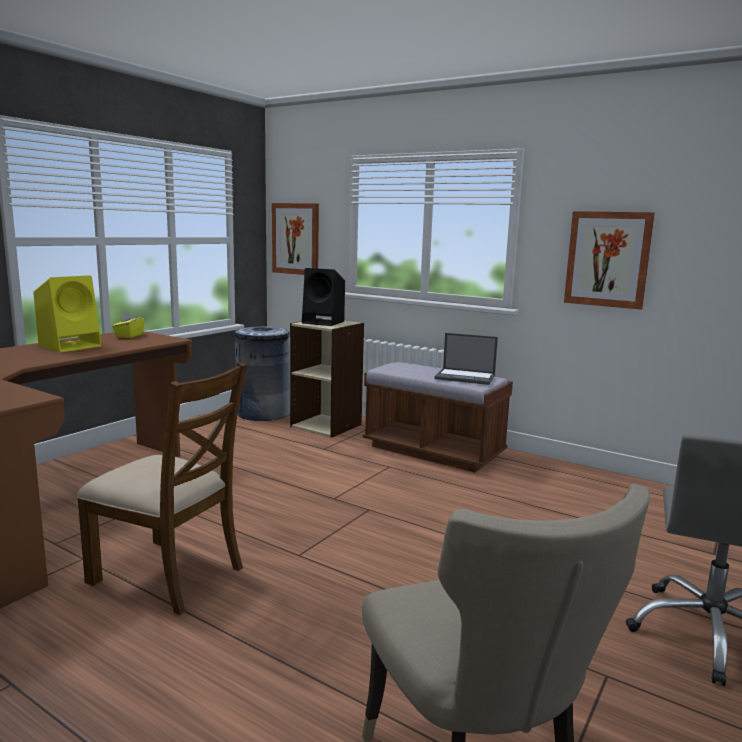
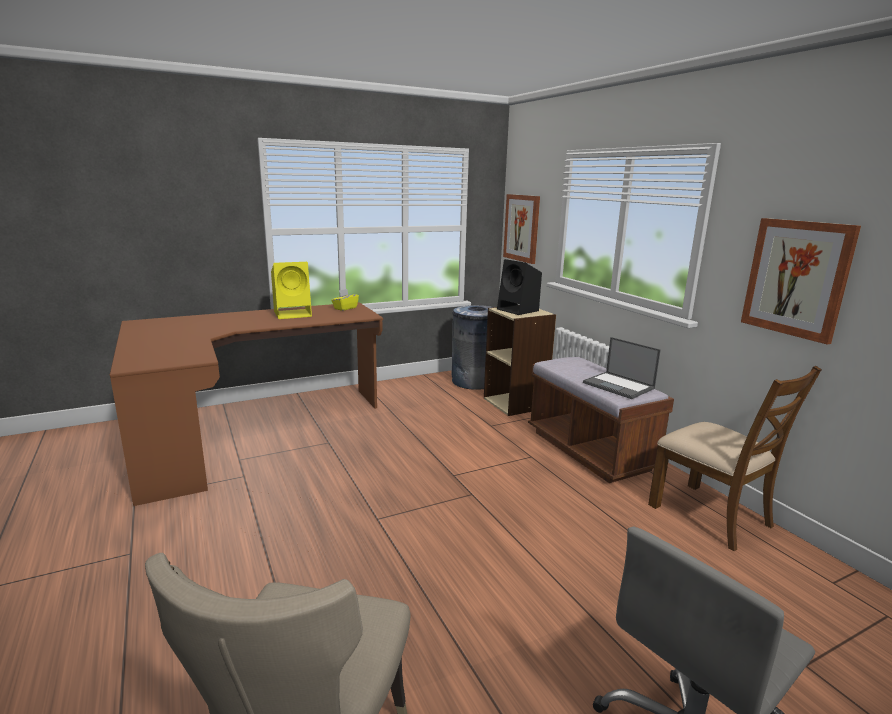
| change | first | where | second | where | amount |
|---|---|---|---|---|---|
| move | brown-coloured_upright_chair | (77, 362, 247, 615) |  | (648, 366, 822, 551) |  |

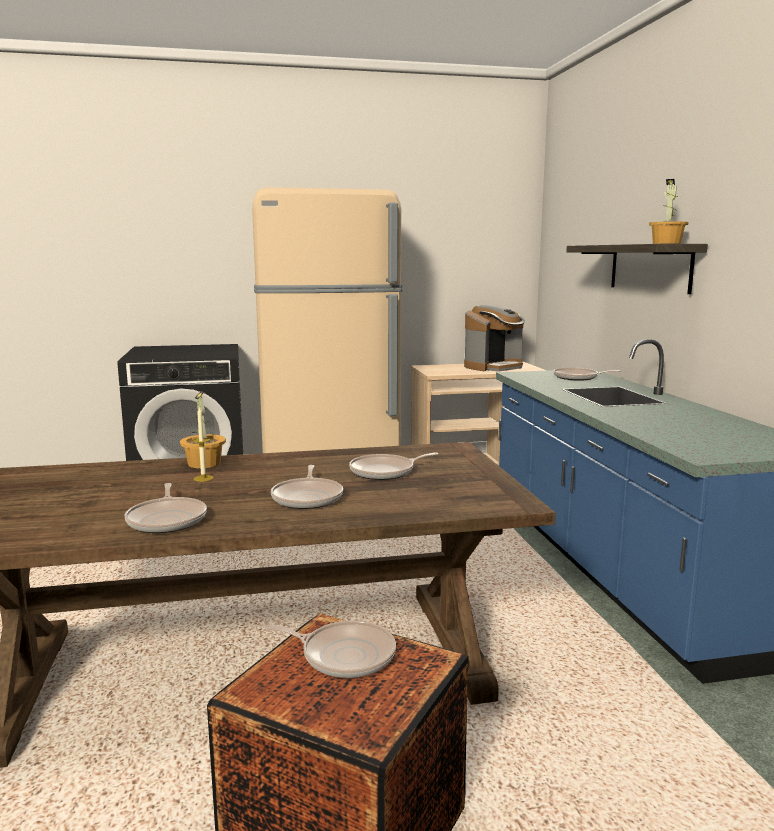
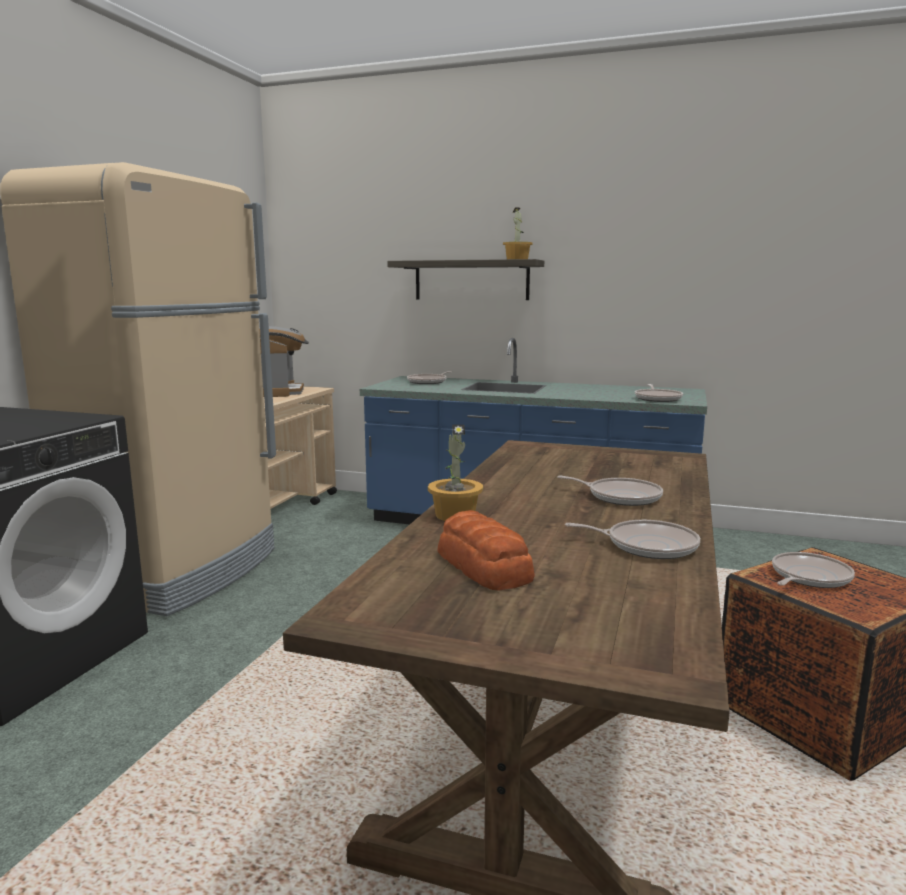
| change | first | where | second | where | amount |
|---|---|---|---|---|---|
| delete | wax_light | (193, 408, 214, 482) |  |  |  |
| move | pan | (349, 452, 438, 480) |  | (635, 384, 683, 402) |  |
| insert |  |  | bread | (437, 510, 535, 590) |  |

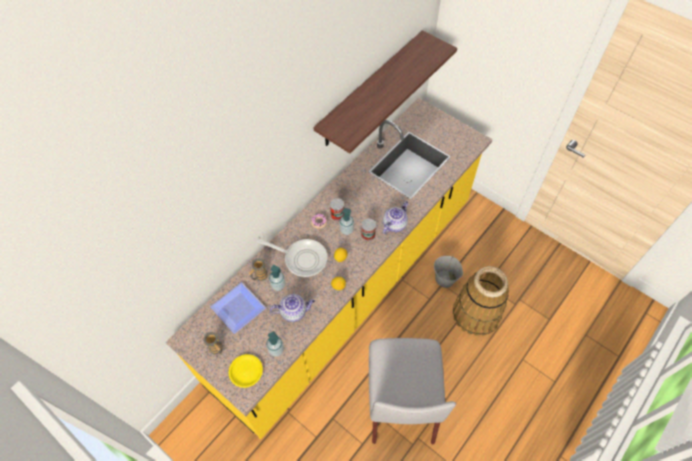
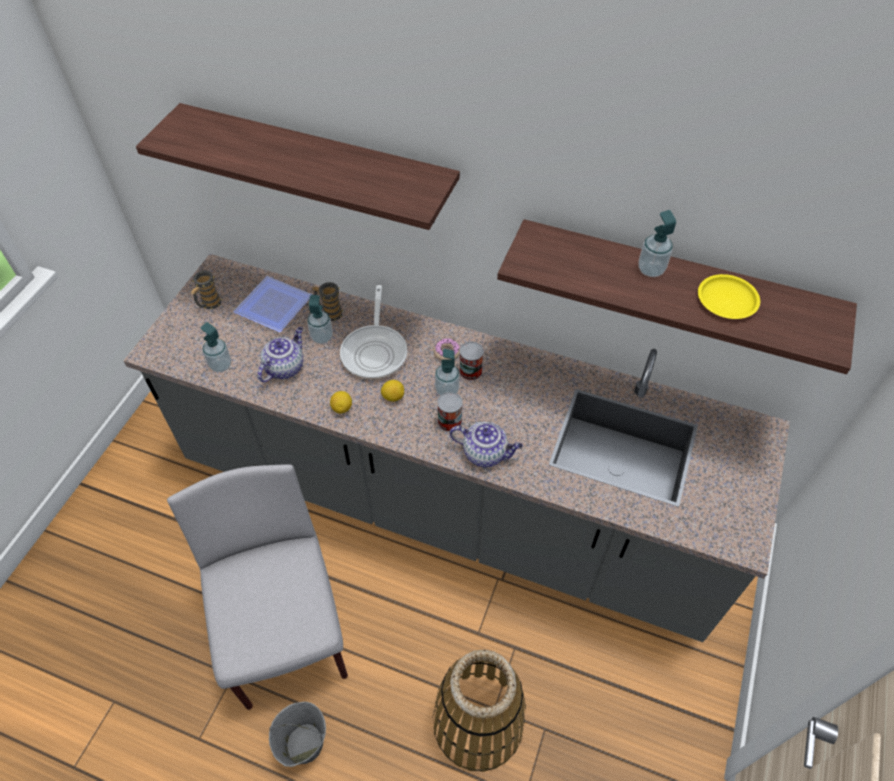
| change | first | where | second | where | amount |
|---|---|---|---|---|---|
| recolor | yellowish_kitchen_base_unit | (166, 98, 492, 439) | gray_kitchen_base_unit | (124, 254, 790, 642) |  |
| move | yellowish_flat_dish | (229, 354, 263, 388) |  | (698, 274, 760, 319) |  |
| rotate | pot_for_tea | (270, 294, 315, 322) |  | (257, 327, 303, 382) | 120 degrees counterclockwise |
| rotate | gray_upright_chair | (369, 338, 456, 444) |  | (167, 464, 348, 710) | 90 degrees clockwise |
| move | gray_bucket | (434, 256, 463, 288) |  | (269, 702, 326, 767) |  |
| insert |  |  | wall_shelf | (136, 103, 460, 230) |  |
| insert |  |  | soap_dispenser | (639, 210, 676, 277) |  |

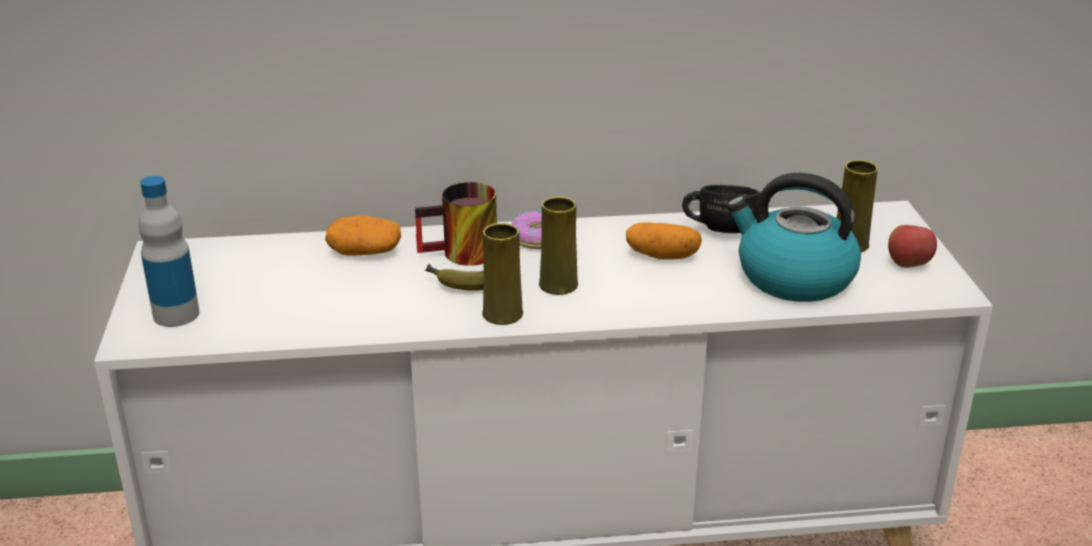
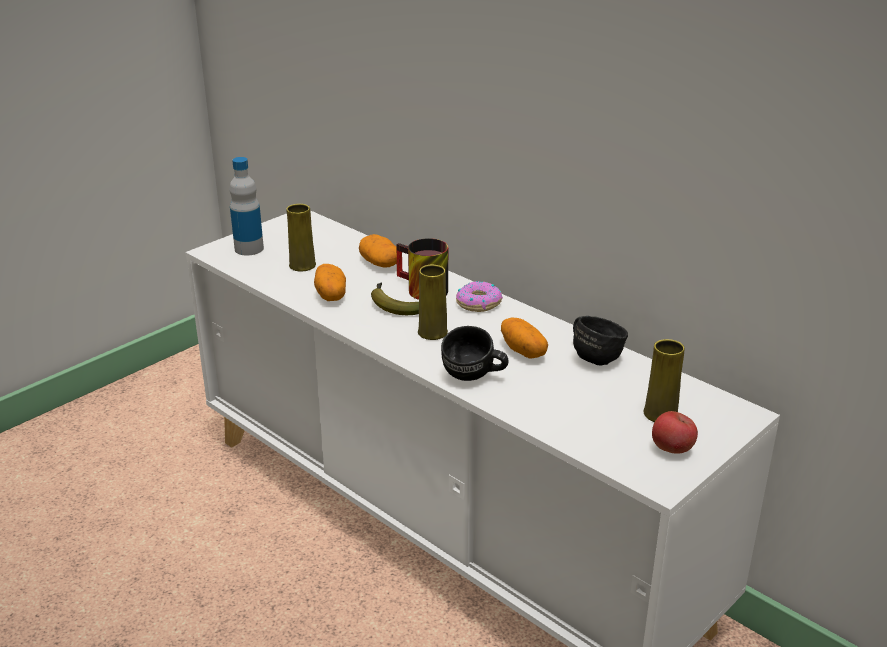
| change | first | where | second | where | amount |
|---|---|---|---|---|---|
| move | yellowish_vase | (482, 223, 523, 325) |  | (286, 204, 316, 271) |  |
| delete | water_kettle | (727, 173, 861, 302) |  |  |  |
| insert |  |  | whole_potato | (314, 264, 346, 301) |  |
| insert |  |  | black_coffee_mug | (441, 326, 509, 381) |  |

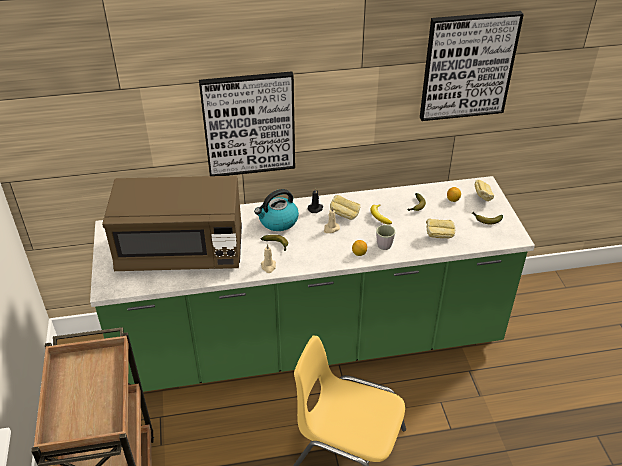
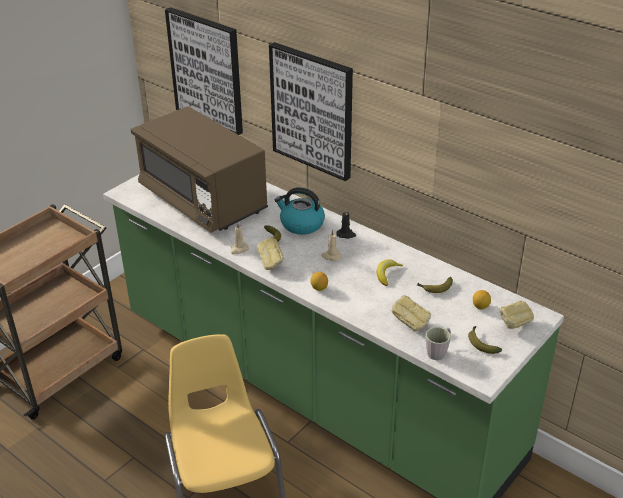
| change | first | where | second | where | amount |
|---|---|---|---|---|---|
| move | bread | (330, 195, 360, 220) |  | (257, 237, 284, 270) |  |
| move | gray_coffee_mug | (376, 223, 395, 250) |  | (426, 327, 451, 360) |  |
| move | picture | (420, 11, 524, 121) |  | (165, 7, 243, 135) |  |

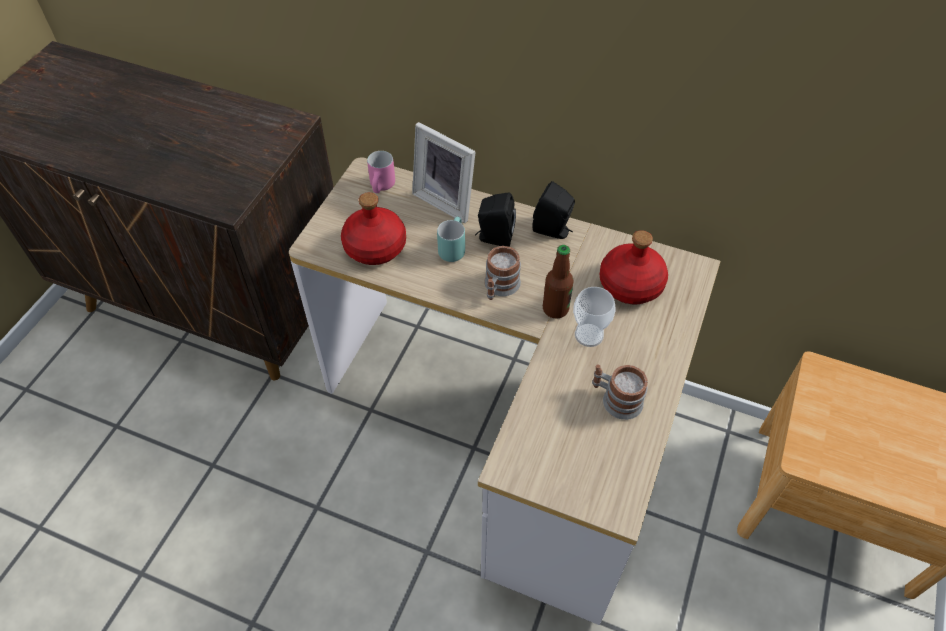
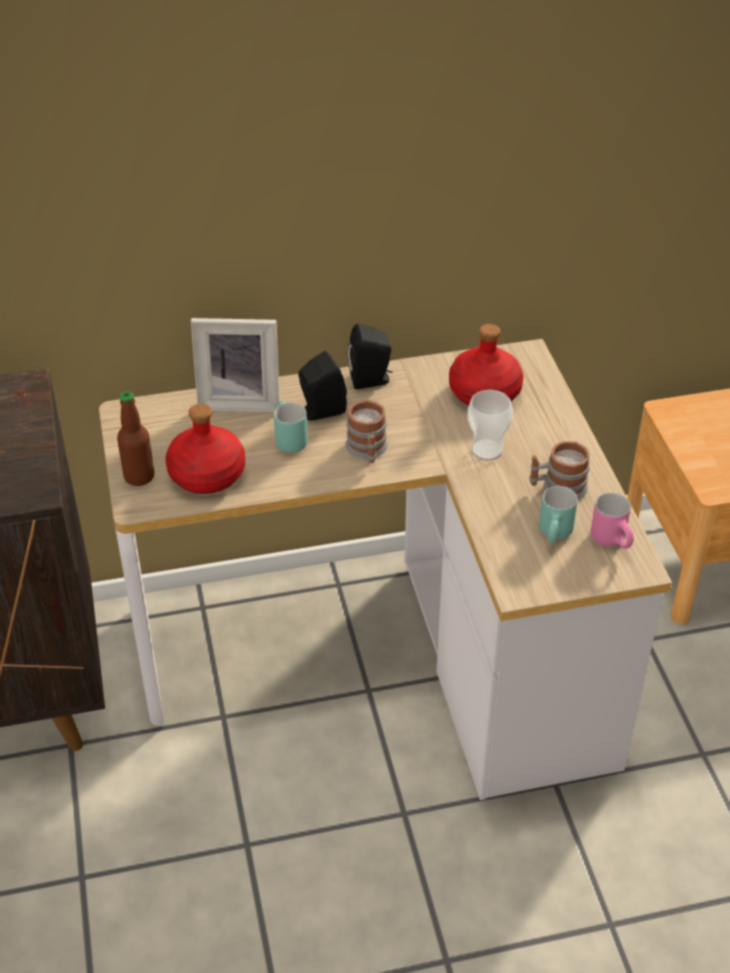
| change | first | where | second | where | amount |
|---|---|---|---|---|---|
| move | pink_coffee_mug | (367, 151, 395, 193) |  | (591, 493, 634, 549) |  |
| move | drink_bottle | (543, 245, 574, 319) |  | (117, 391, 154, 486) |  |
| insert |  |  | turquoise_coffee_mug | (539, 486, 578, 543) |  |

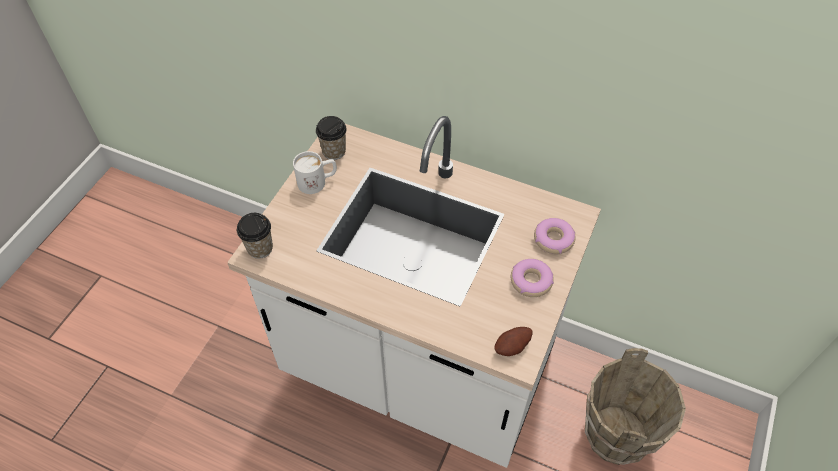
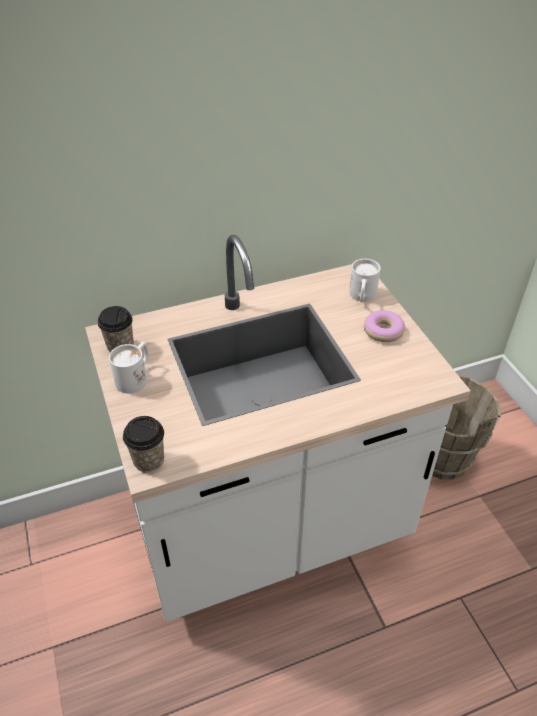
| change | first | where | second | where | amount |
|---|---|---|---|---|---|
| delete | whole_potato | (495, 327, 532, 356) |  |  |  |
| replace | doughnut | (534, 218, 576, 254) | whitish_coffee_mug | (349, 259, 381, 302) |  |

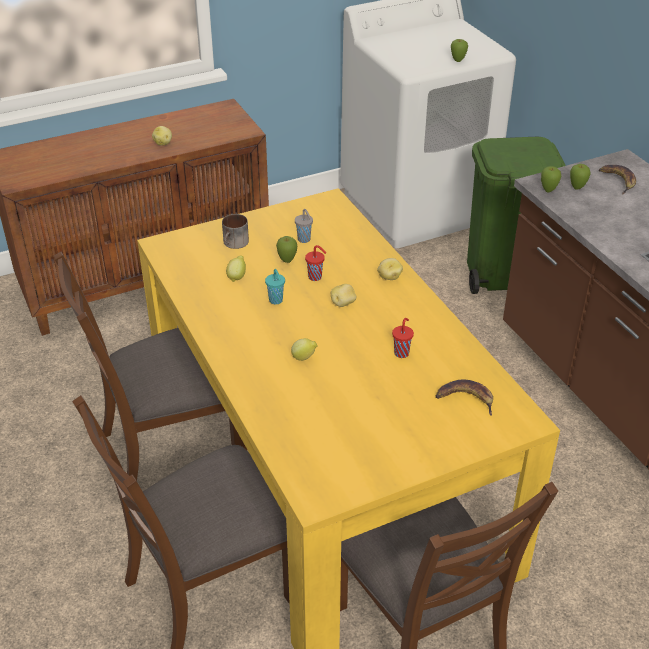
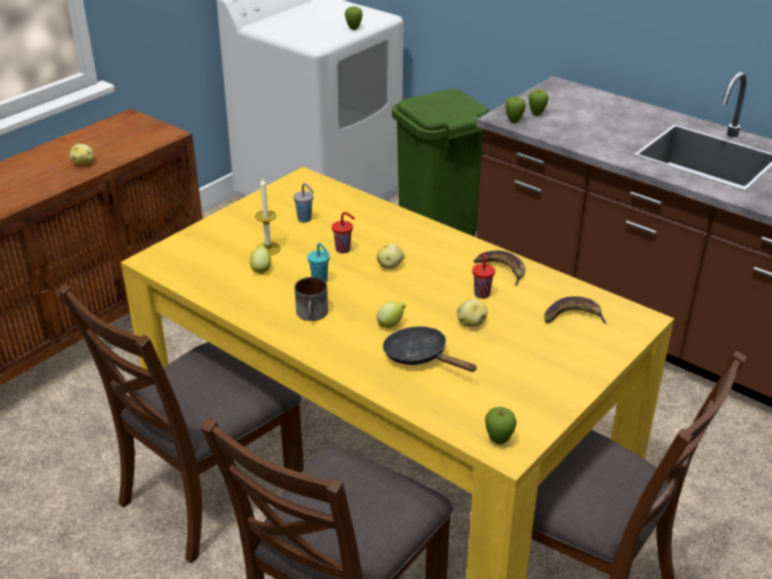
| change | first | where | second | where | amount |
|---|---|---|---|---|---|
| move | coffee_mug | (222, 214, 249, 249) |  | (295, 277, 328, 321) |  |
| move | whole_apple | (276, 236, 297, 263) |  | (485, 407, 516, 445) |  |
| move | whole_potato | (377, 258, 403, 280) |  | (457, 299, 487, 327) |  |
| move | banana_fruit | (599, 165, 636, 194) |  | (474, 251, 526, 286) |  |
| insert |  |  | wax_light | (255, 177, 281, 255) |  |
| insert |  |  | black_pan | (383, 326, 477, 372) |  |

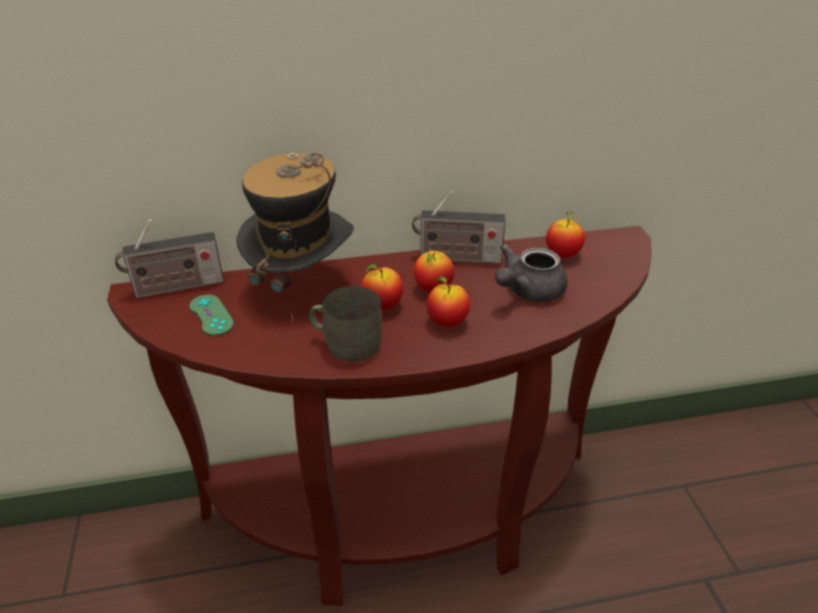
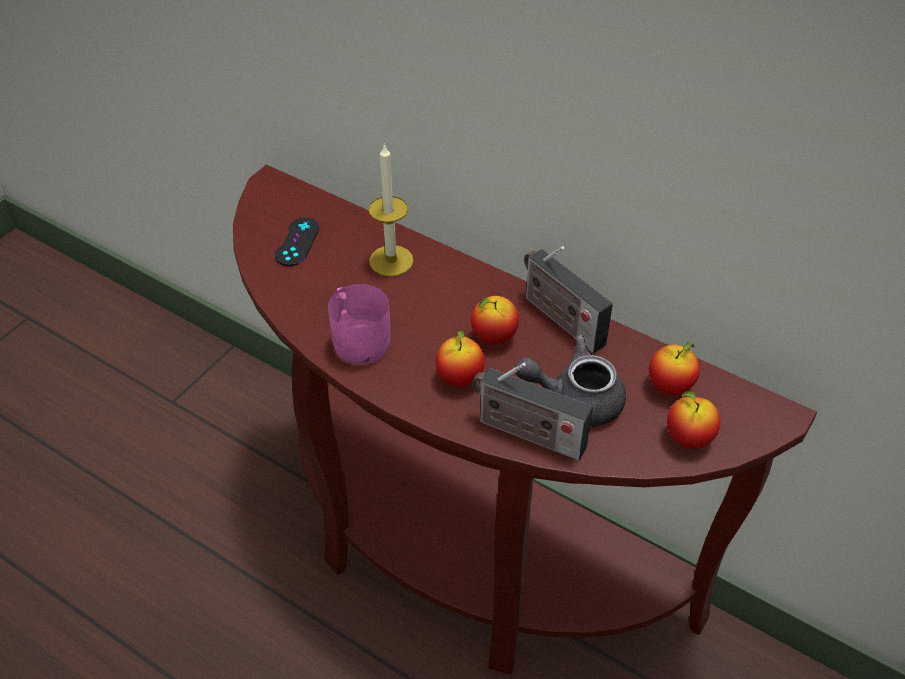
| change | first | where | second | where | amount |
|---|---|---|---|---|---|
| move | radio_set | (115, 220, 224, 298) |  | (472, 363, 593, 461) |  |
| recolor | green-coloured_game_controller | (189, 295, 234, 336) | black_game_controller | (275, 217, 320, 266) |  |
| replace | clothing_hat | (236, 153, 354, 323) | wax_light | (368, 143, 414, 277) |  |
| recolor | gray_coffee_mug | (309, 286, 382, 362) | pink_coffee_mug | (328, 284, 391, 364) |  |
| move | whole_apple | (361, 264, 403, 310) |  | (667, 391, 720, 448) |  |

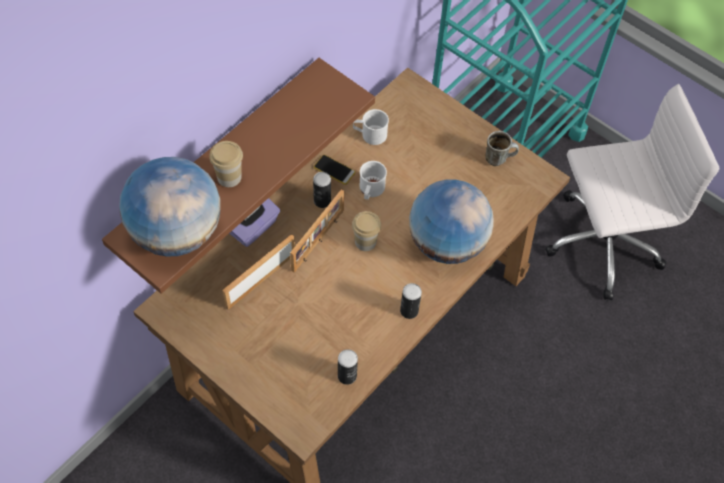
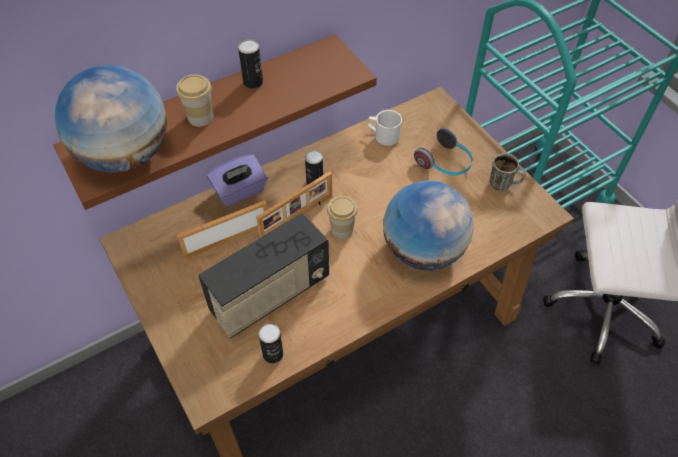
| change | first | where | second | where | amount |
|---|---|---|---|---|---|
| delete | phone | (314, 155, 355, 185) |  |  |  |
| delete | whitish_coffee_mug | (360, 161, 387, 200) |  |  |  |
| move | sealed_can | (400, 283, 422, 319) |  | (238, 39, 263, 89) |  |
| insert |  |  | radio_set | (198, 213, 329, 338) |  |
| insert |  |  | headset | (414, 128, 473, 176) |  |

